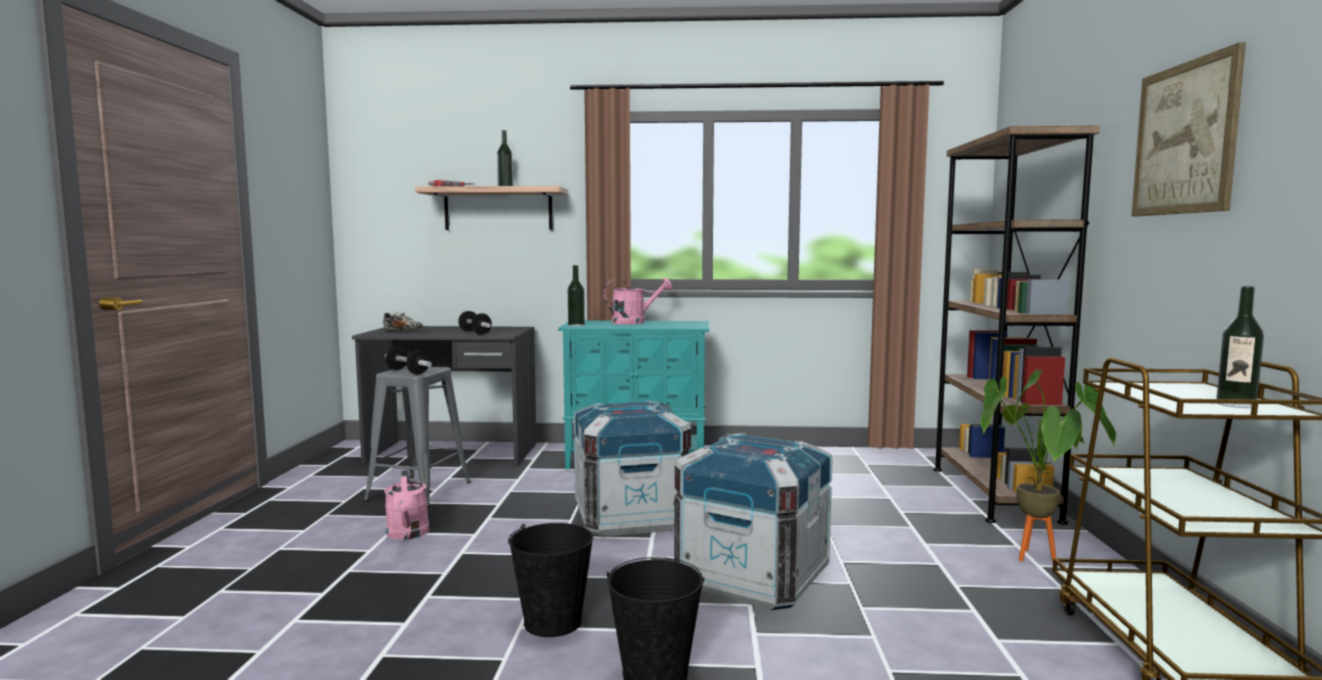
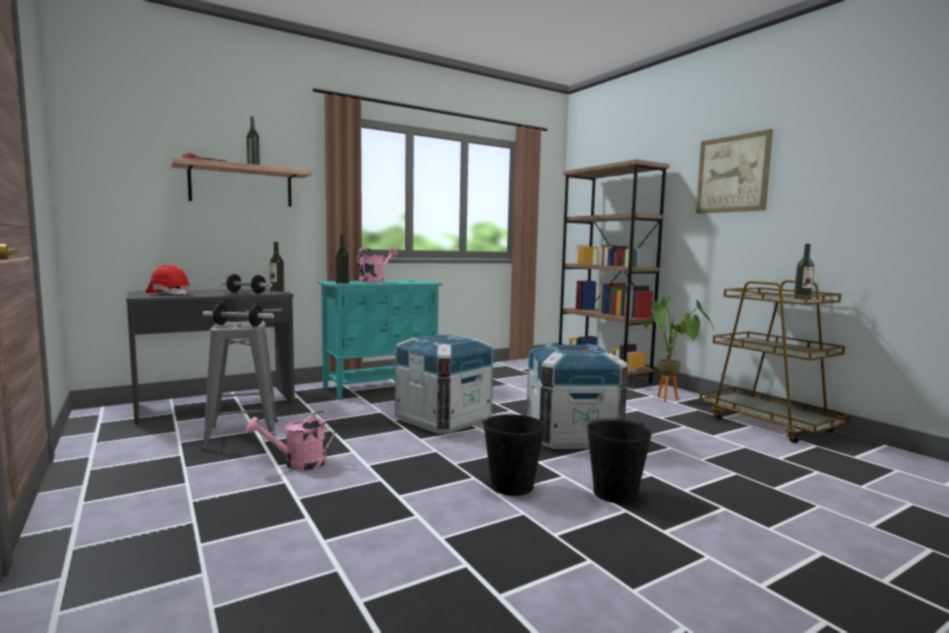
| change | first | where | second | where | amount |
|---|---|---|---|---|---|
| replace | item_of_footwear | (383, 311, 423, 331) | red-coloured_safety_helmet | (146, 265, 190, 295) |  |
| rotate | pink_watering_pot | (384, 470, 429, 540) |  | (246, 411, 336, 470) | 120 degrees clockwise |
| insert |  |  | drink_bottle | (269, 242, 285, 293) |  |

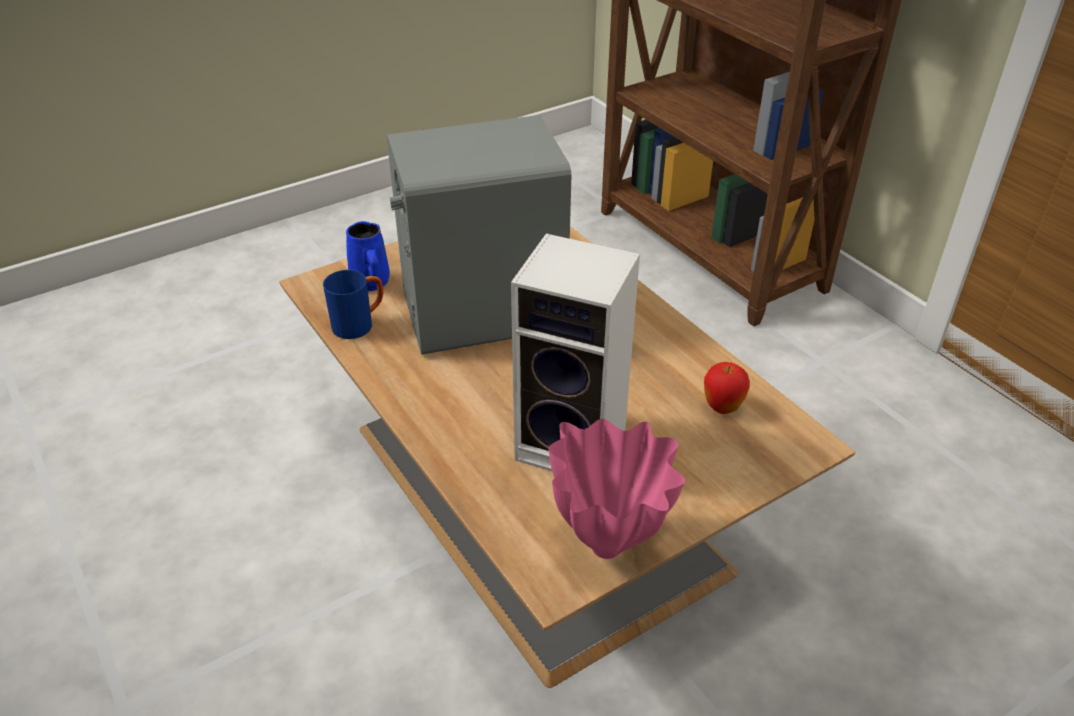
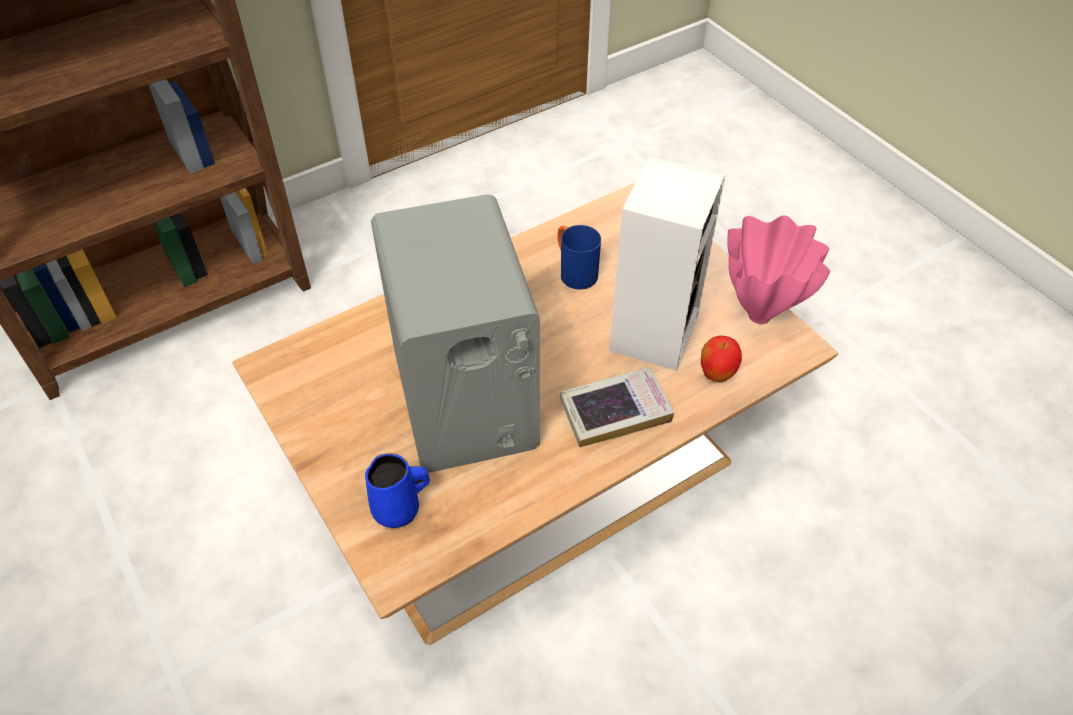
| change | first | where | second | where | amount |
|---|---|---|---|---|---|
| move | bluish_coffee_mug | (323, 270, 383, 339) |  | (558, 225, 601, 290) |  |
| move | whole_apple | (704, 362, 750, 414) |  | (701, 335, 742, 382) |  |
| insert |  |  | volume | (560, 367, 674, 447) |  |

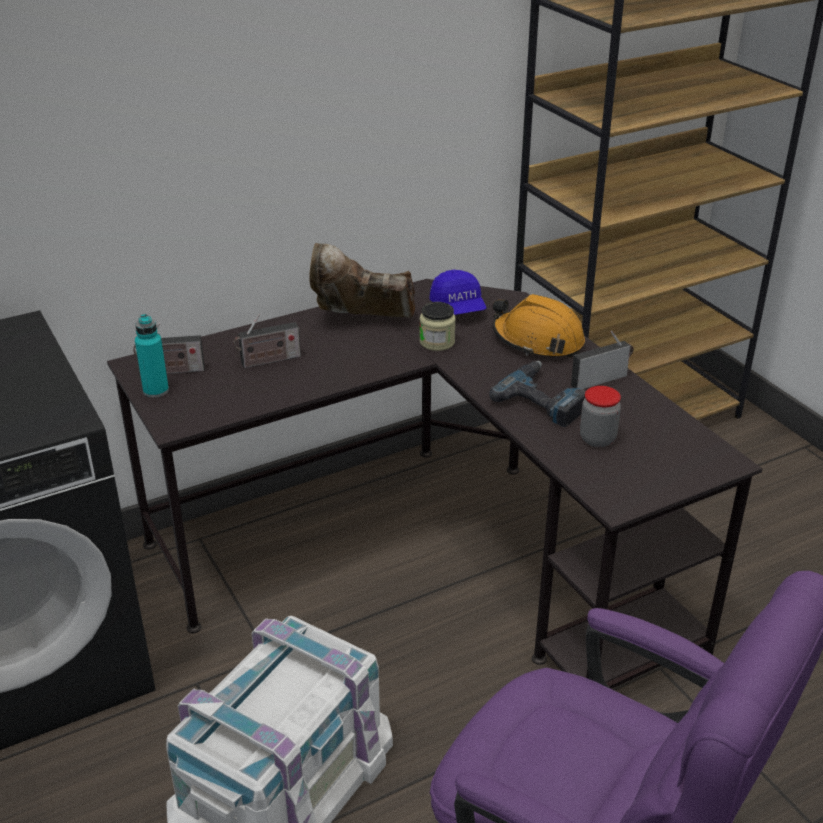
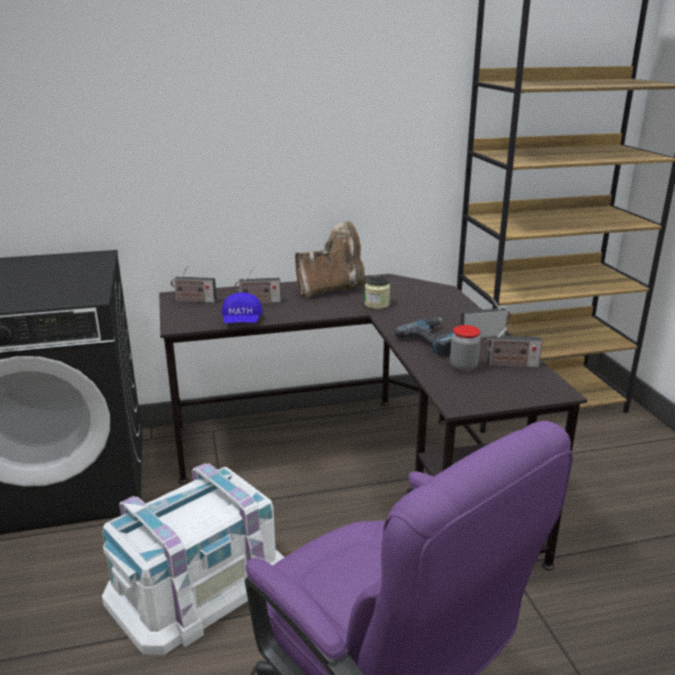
| change | first | where | second | where | amount |
|---|---|---|---|---|---|
| delete | turquoise_drink_bottle | (135, 314, 169, 398) |  |  |  |
| rotate | brown-coloured_tall_boot | (309, 243, 415, 318) |  | (295, 221, 365, 298) | 135 degrees clockwise |
| move | bluish_baseball_cap | (430, 270, 486, 315) |  | (222, 292, 263, 324) |  |
| delete | orange-coloured_safety_helmet | (492, 294, 585, 358) |  |  |  |
| insert |  |  | radio_set | (485, 323, 542, 367) |  |

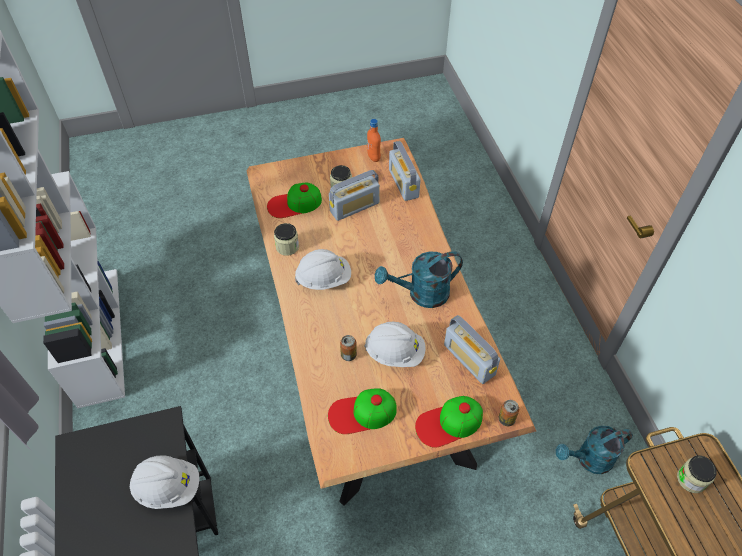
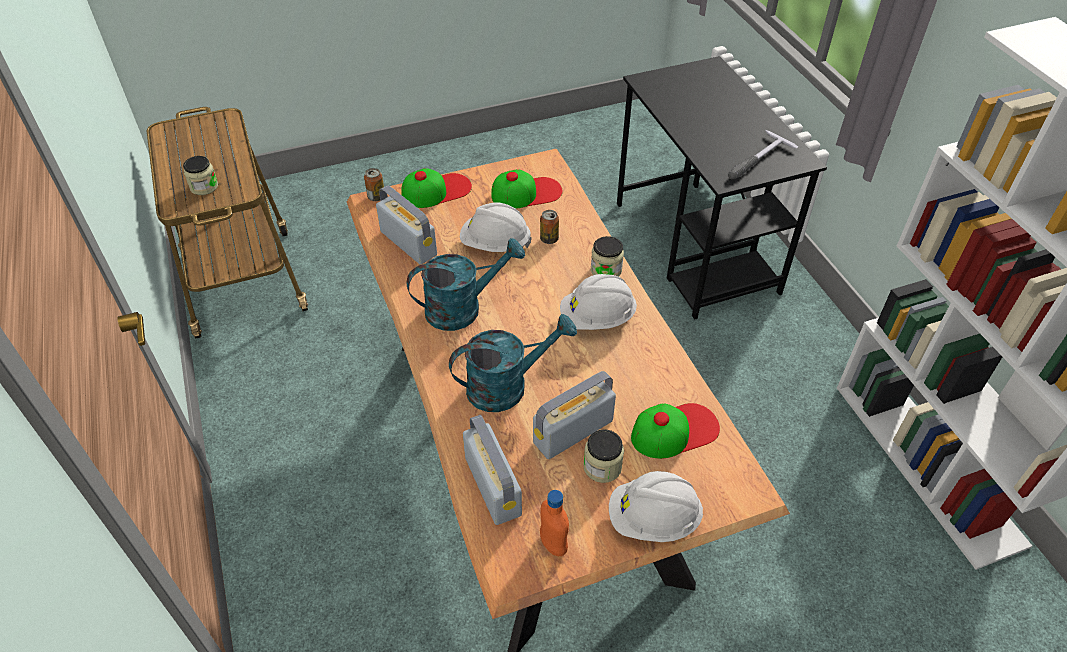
| change | first | where | second | where | amount |
|---|---|---|---|---|---|
| move | whitish_safety_helmet | (130, 455, 199, 509) |  | (609, 471, 703, 542) |  |
| move | storage_jar | (274, 223, 299, 256) |  | (591, 236, 624, 277) |  |
| move | turquoise_watering_pot | (556, 425, 633, 474) |  | (449, 314, 577, 412) |  |
| insert |  |  | hammer | (728, 130, 798, 179) |  |

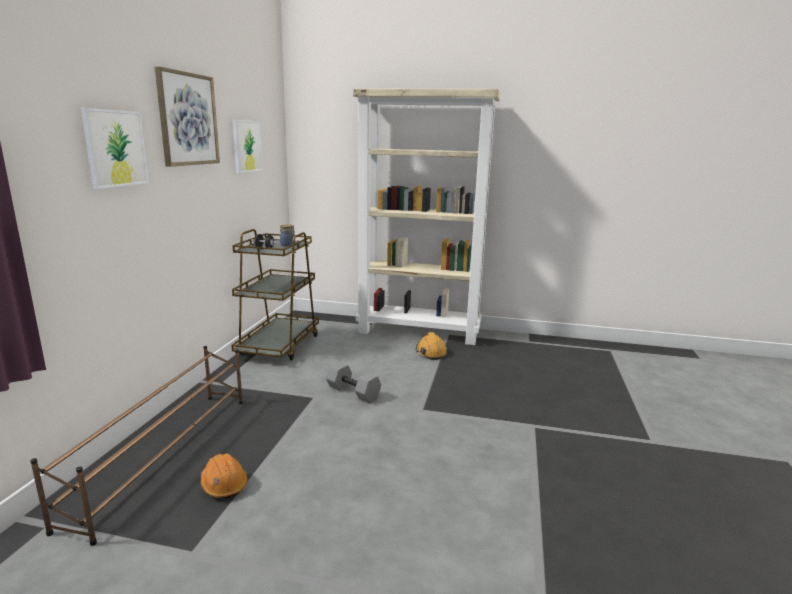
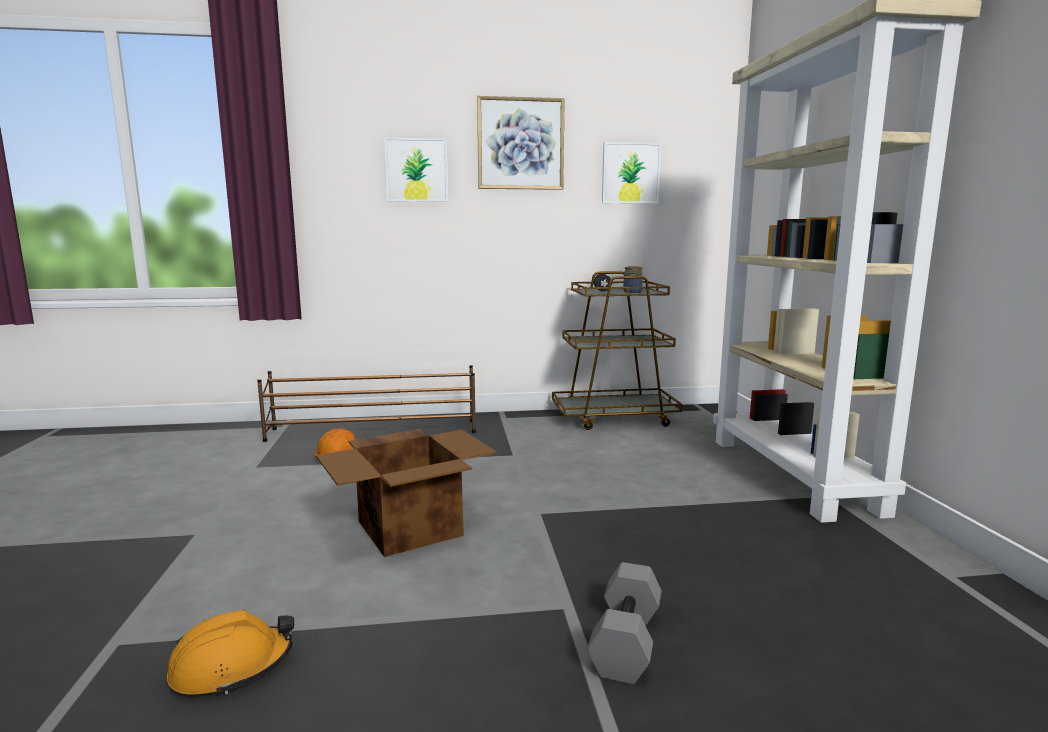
| change | first | where | second | where | amount |
|---|---|---|---|---|---|
| move | gray_free_weight | (326, 362, 381, 403) |  | (587, 562, 662, 684) |  |
| move | orange-coloured_safety_helmet | (416, 332, 448, 360) |  | (167, 609, 294, 695) |  |
| insert |  |  | cardboard_box | (316, 429, 497, 557) |  |

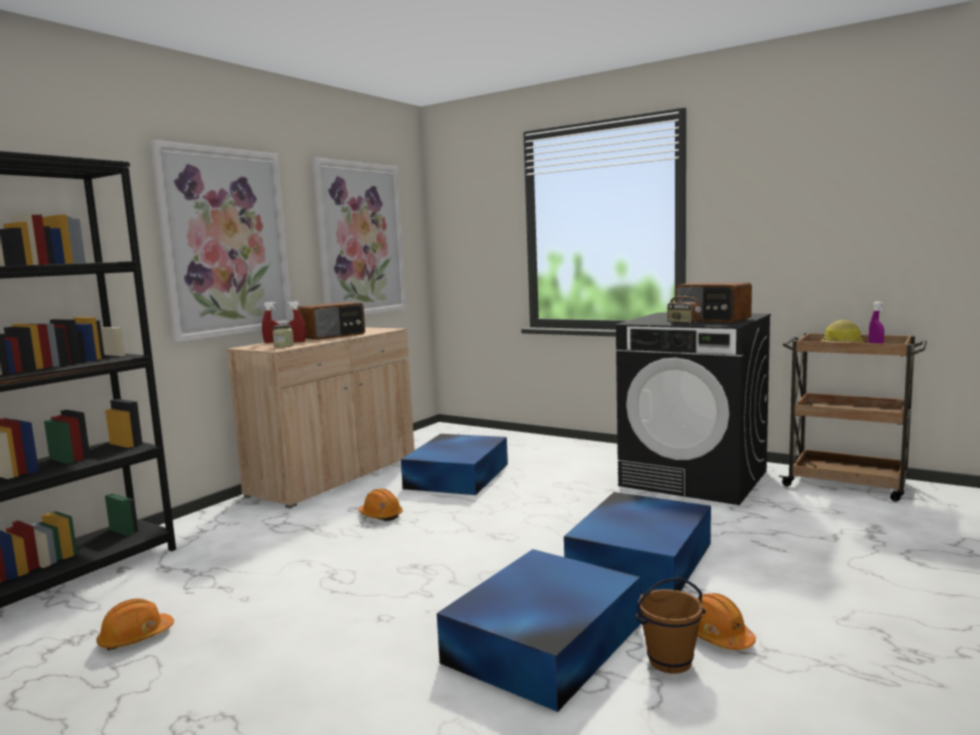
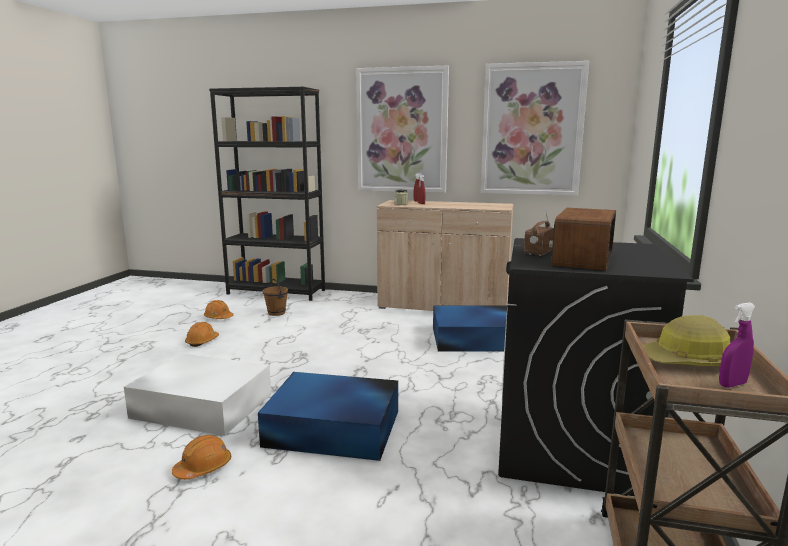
| change | first | where | second | where | amount |
|---|---|---|---|---|---|
| delete | radio_set | (298, 302, 365, 340) |  |  |  |
| move | orange-coloured_safety_helmet | (358, 489, 402, 521) |  | (185, 322, 219, 347) |  |
| recolor | bluish_storage_box | (437, 549, 641, 712) | whitish_storage_box | (124, 353, 271, 436) |  |
| move | brown-coloured_bucket | (635, 577, 706, 674) |  | (263, 279, 288, 316) |  |

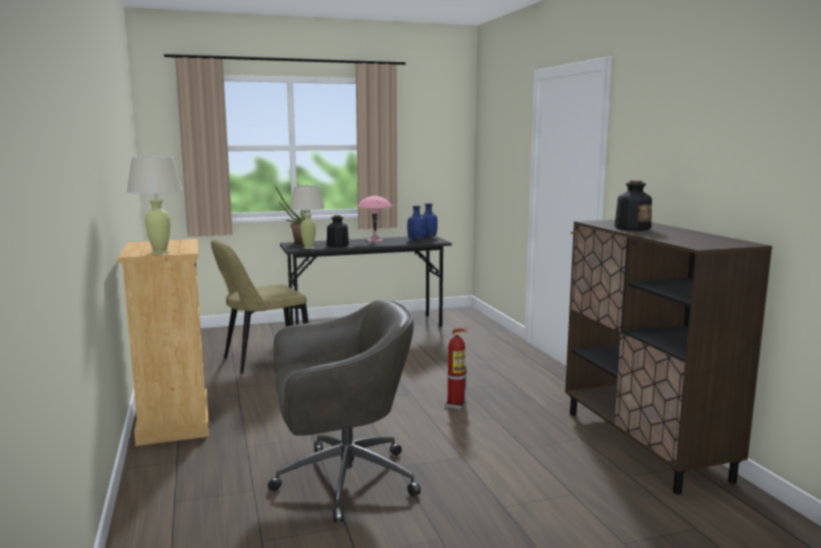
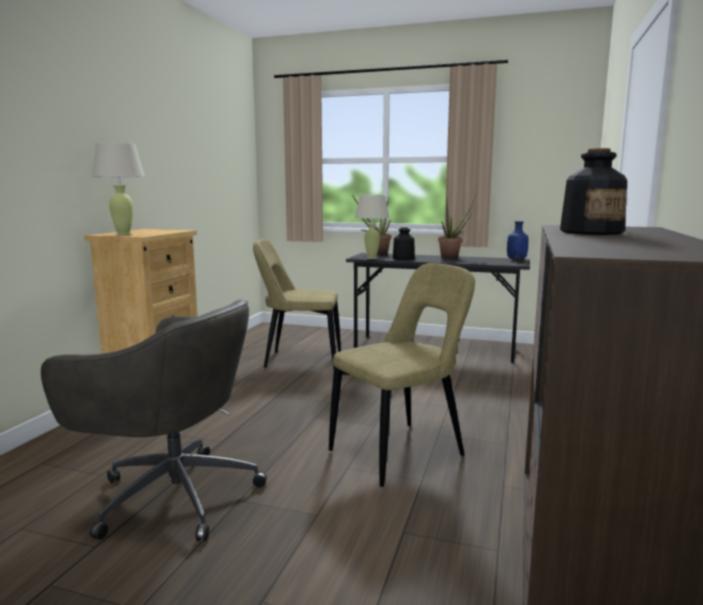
| change | first | where | second | where | amount |
|---|---|---|---|---|---|
| replace | pink_table_lamp | (357, 194, 392, 242) | plant_in_a_pot | (438, 195, 476, 259) |  |
| delete | bluish_drink_bottle | (407, 206, 426, 241) |  |  |  |
| replace | fire-fighting_cylinder | (445, 328, 468, 410) | beige_upright_chair | (329, 263, 475, 487) |  |

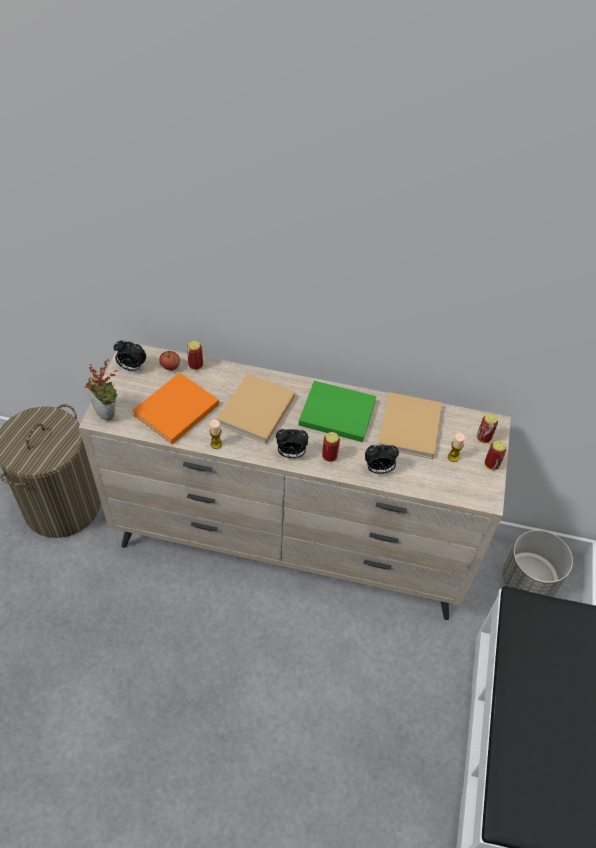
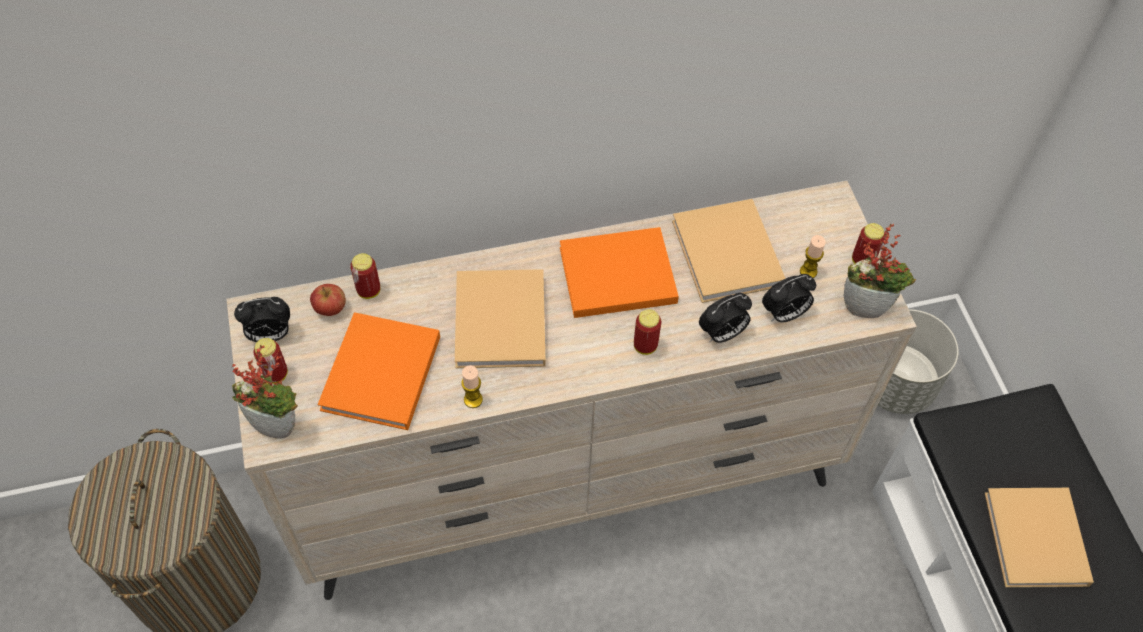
| change | first | where | second | where | amount |
|---|---|---|---|---|---|
| move | alarm_clock | (276, 429, 308, 458) |  | (762, 274, 816, 322) |  |
| recolor | green-coloured_volume | (299, 381, 377, 442) | orange-coloured_volume | (560, 227, 679, 318) |  |
| move | sealed_can | (477, 414, 498, 443) |  | (254, 338, 288, 384) |  |
| insert |  |  | plant_in_a_pot | (844, 224, 916, 318) |  |
| insert |  |  | beige_volume | (985, 488, 1094, 588) |  |

